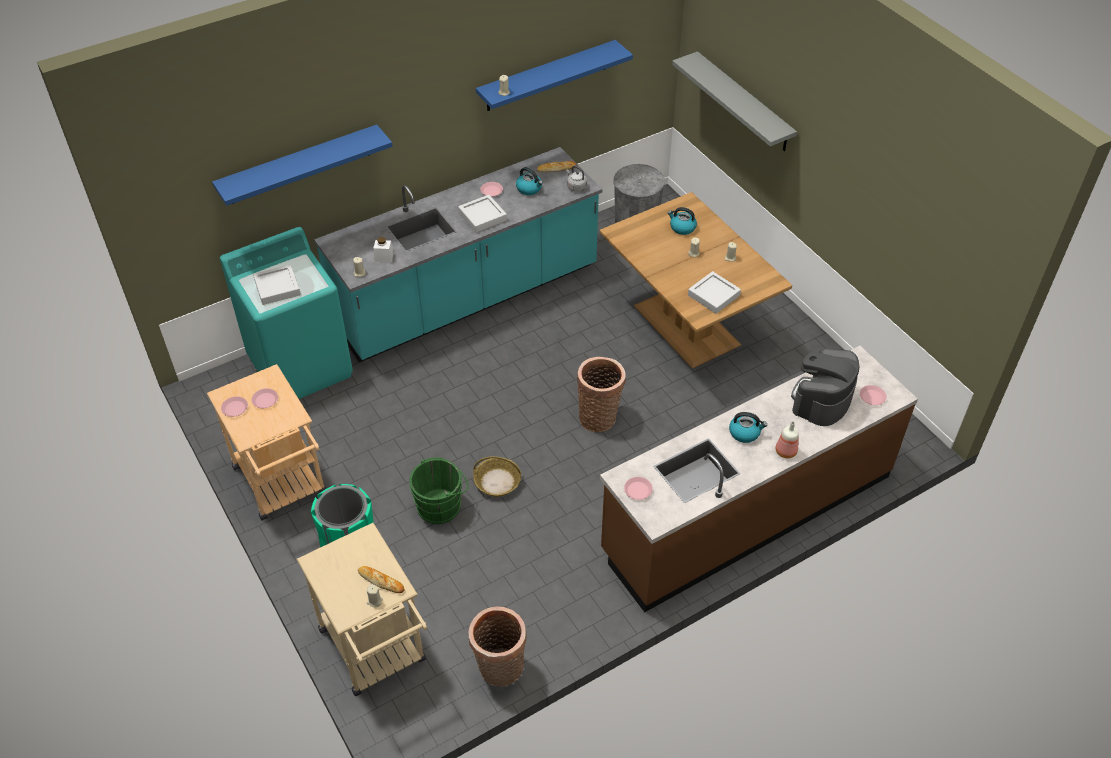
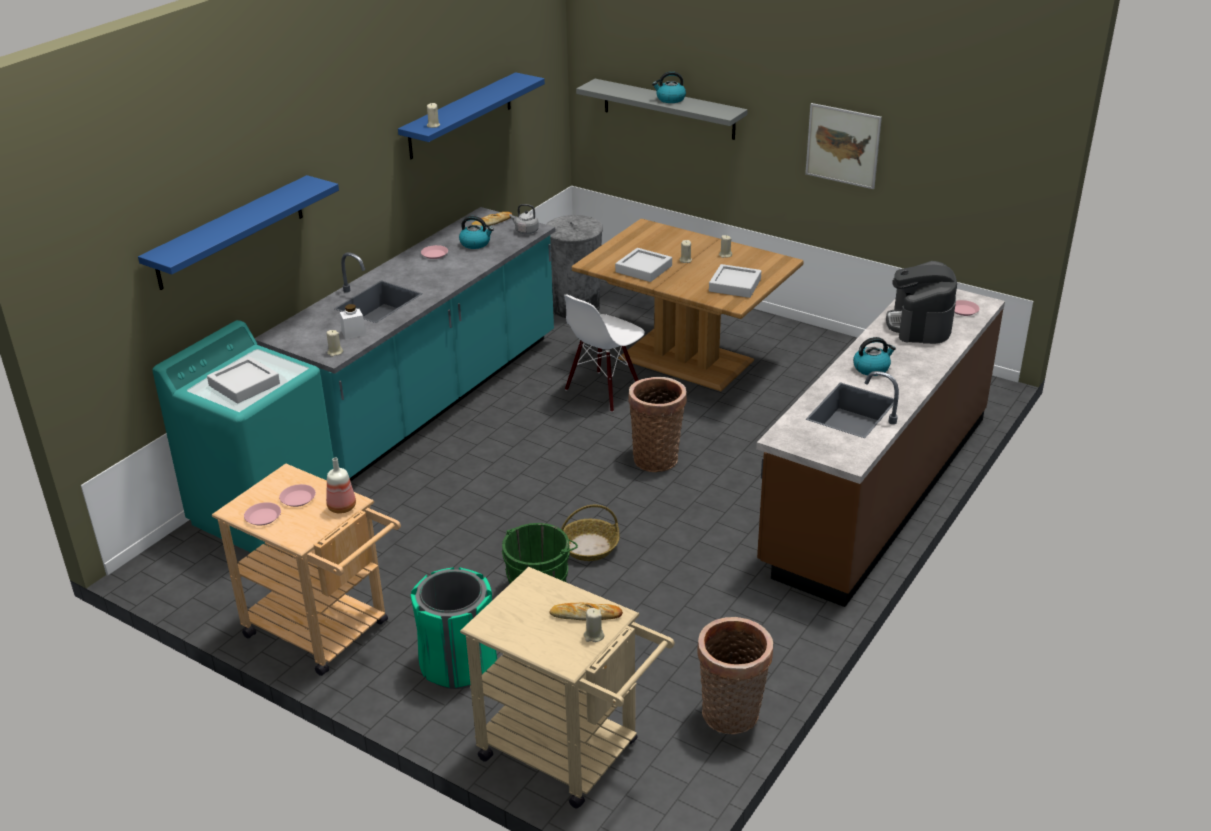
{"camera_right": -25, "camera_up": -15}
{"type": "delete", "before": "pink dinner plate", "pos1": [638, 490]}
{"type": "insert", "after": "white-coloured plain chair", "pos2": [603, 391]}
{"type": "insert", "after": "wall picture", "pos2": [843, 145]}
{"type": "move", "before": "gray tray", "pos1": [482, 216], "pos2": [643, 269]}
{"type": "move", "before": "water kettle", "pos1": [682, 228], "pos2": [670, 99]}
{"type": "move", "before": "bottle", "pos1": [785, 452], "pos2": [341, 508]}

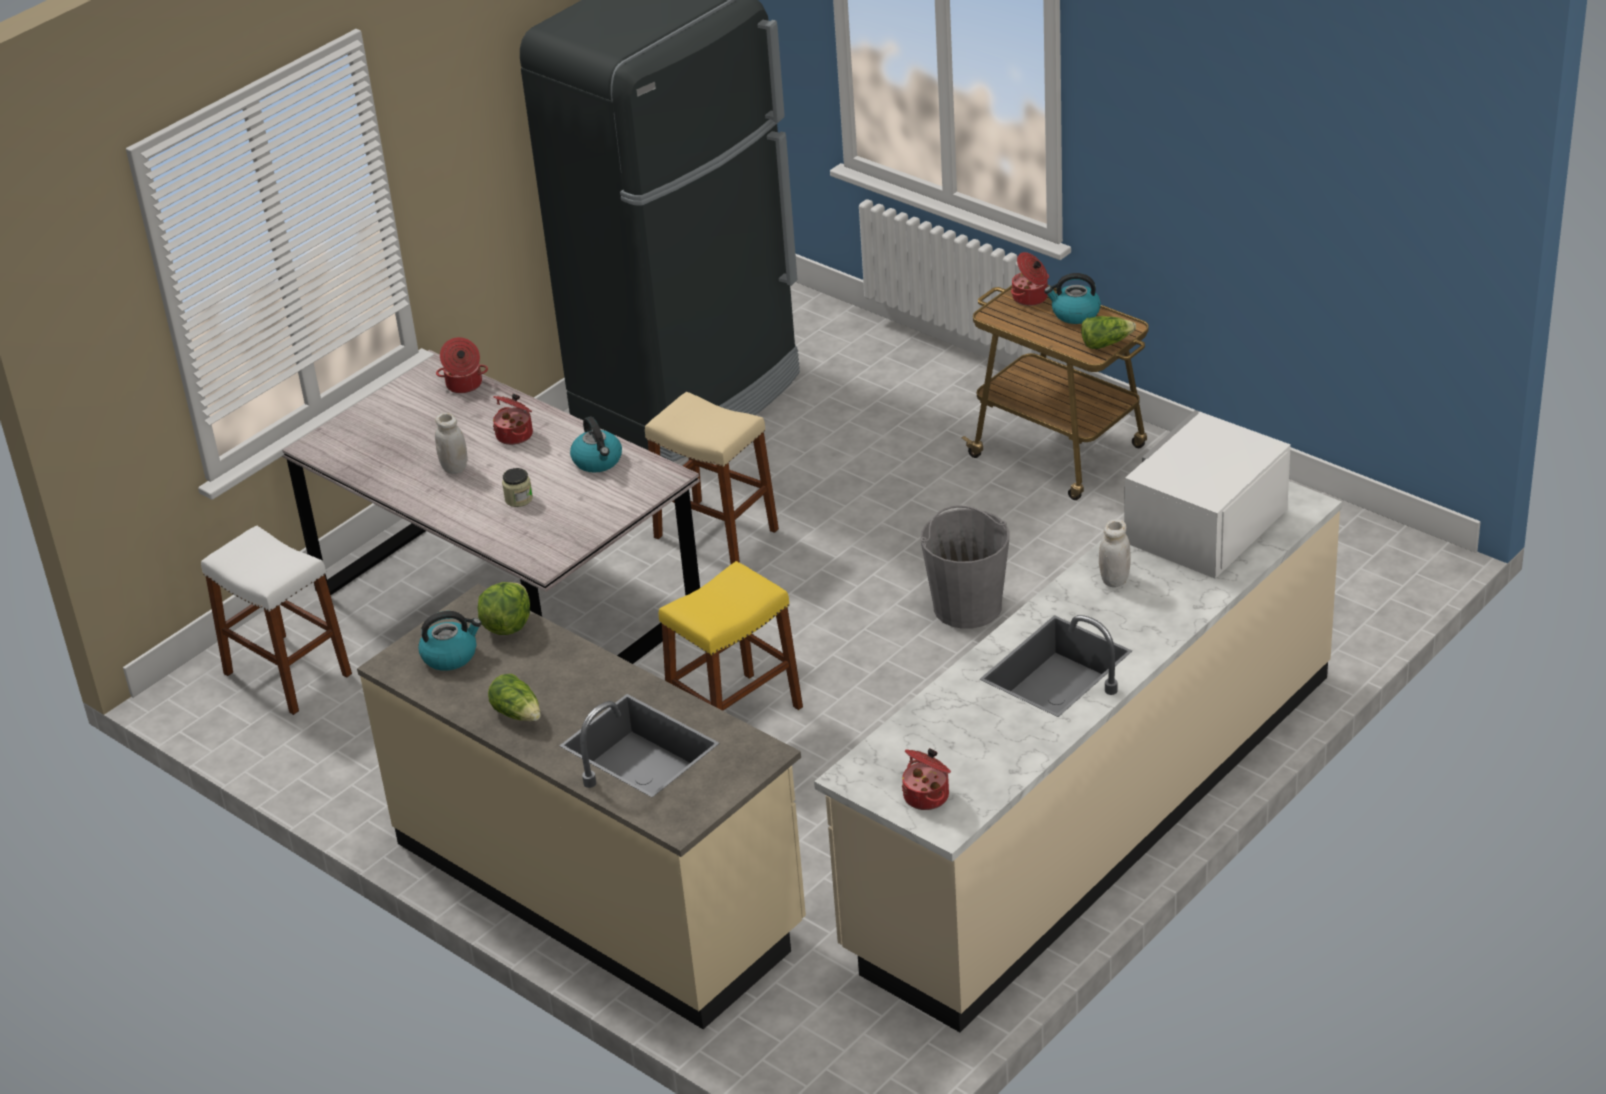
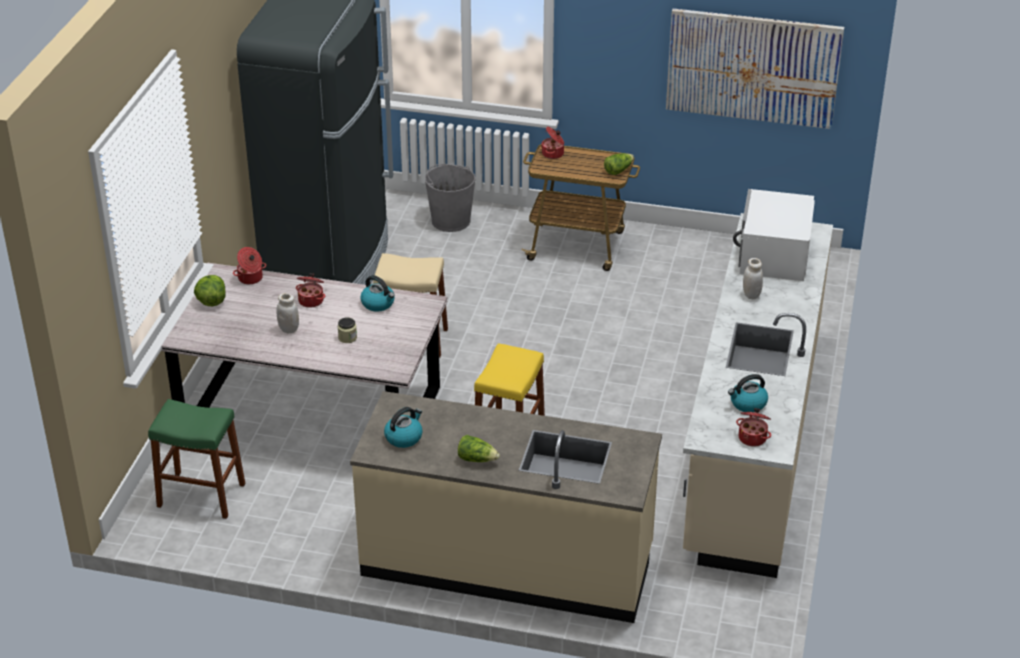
{"camera_right": -30, "camera_up": 0}
{"type": "insert", "after": "wall picture", "pos2": [753, 67]}
{"type": "move", "before": "lettuce", "pos1": [507, 626], "pos2": [211, 301]}
{"type": "move", "before": "gray pail", "pos1": [967, 606], "pos2": [450, 220]}
{"type": "move", "before": "water kettle", "pos1": [1075, 314], "pos2": [747, 404]}
{"type": "recolor", "before": "white-coloured sitting stool", "after": "greenish sitting stool", "pos1": [287, 674], "pos2": [201, 495]}

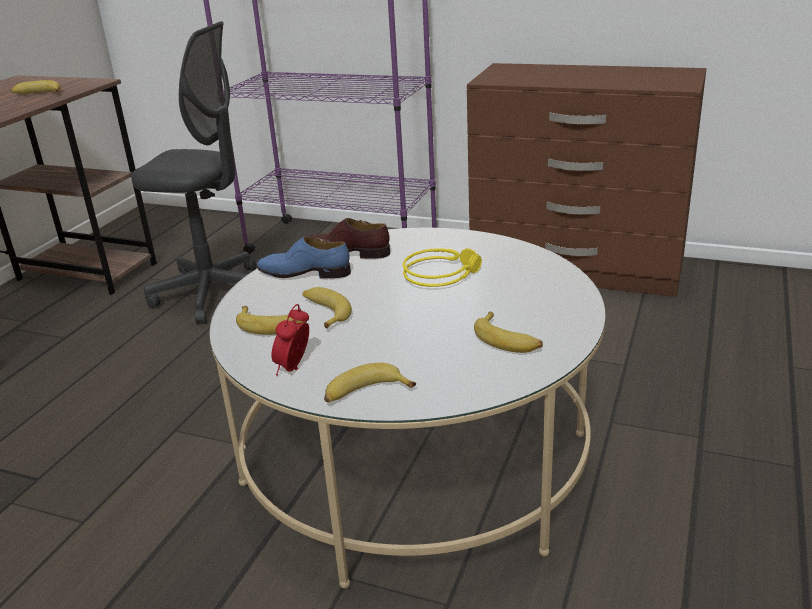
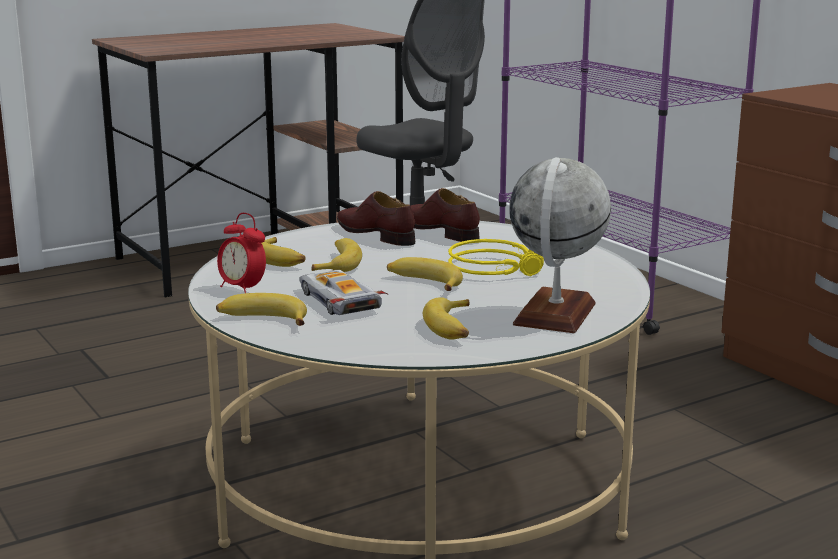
{"camera_right": 35, "camera_up": -10}
{"type": "insert", "after": "miniature car", "pos2": [338, 301]}
{"type": "insert", "after": "desk globe", "pos2": [555, 314]}
{"type": "move", "before": "banana fruit", "pos1": [37, 94], "pos2": [424, 283]}
{"type": "recolor", "before": "blue-coloured shoe", "after": "brown shoe", "pos1": [304, 273], "pos2": [375, 234]}
{"type": "rotate", "before": "bedside clock", "pos1": [294, 368], "pos2": [242, 289], "turn": -105}

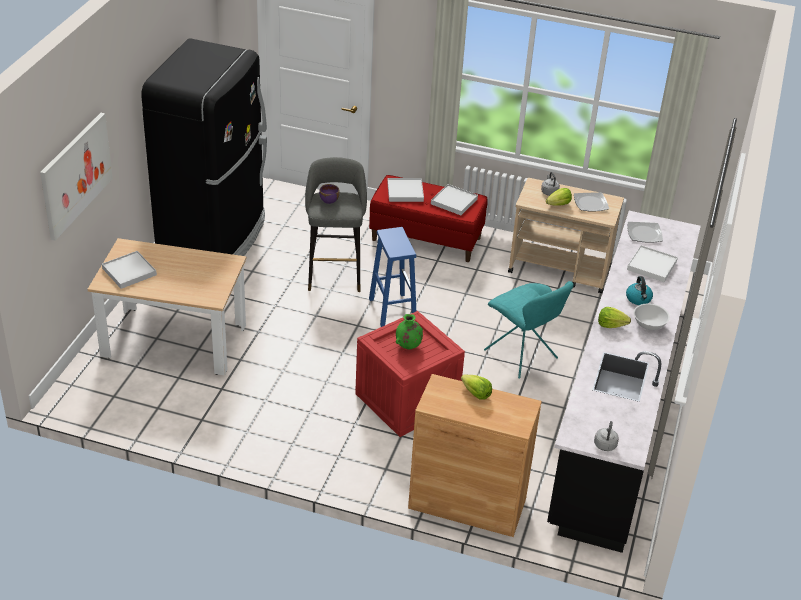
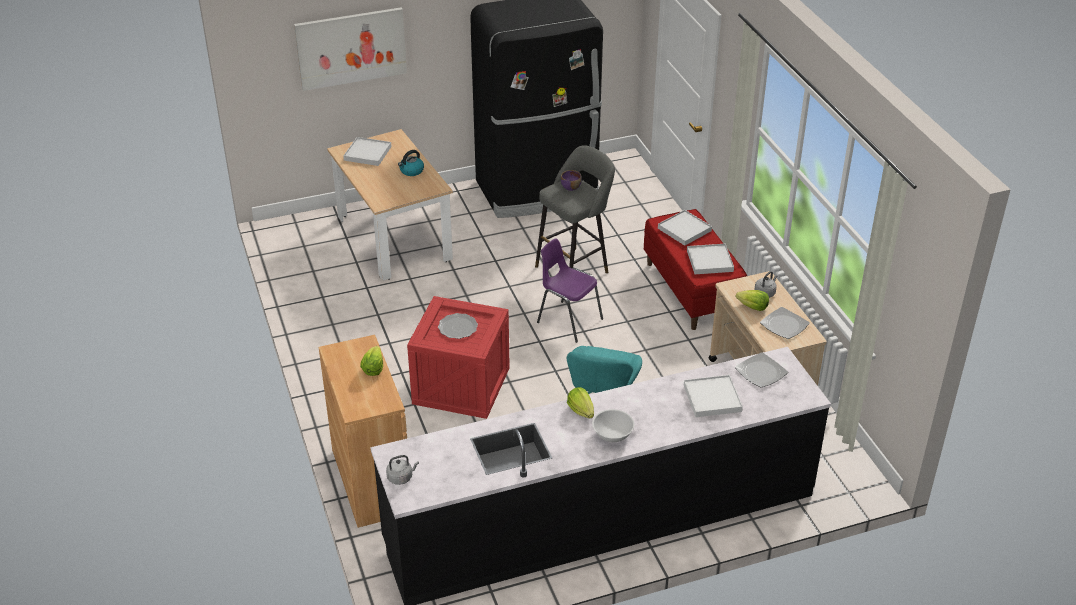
{"camera_right": 55, "camera_up": 0}
{"type": "move", "before": "water kettle", "pos1": [638, 299], "pos2": [411, 171]}
{"type": "replace", "before": "blue-coloured sitting stool", "after": "purple plain chair", "pos1": [392, 309], "pos2": [568, 320]}
{"type": "replace", "before": "greenish vase", "after": "dinner plate", "pos1": [408, 346], "pos2": [457, 328]}

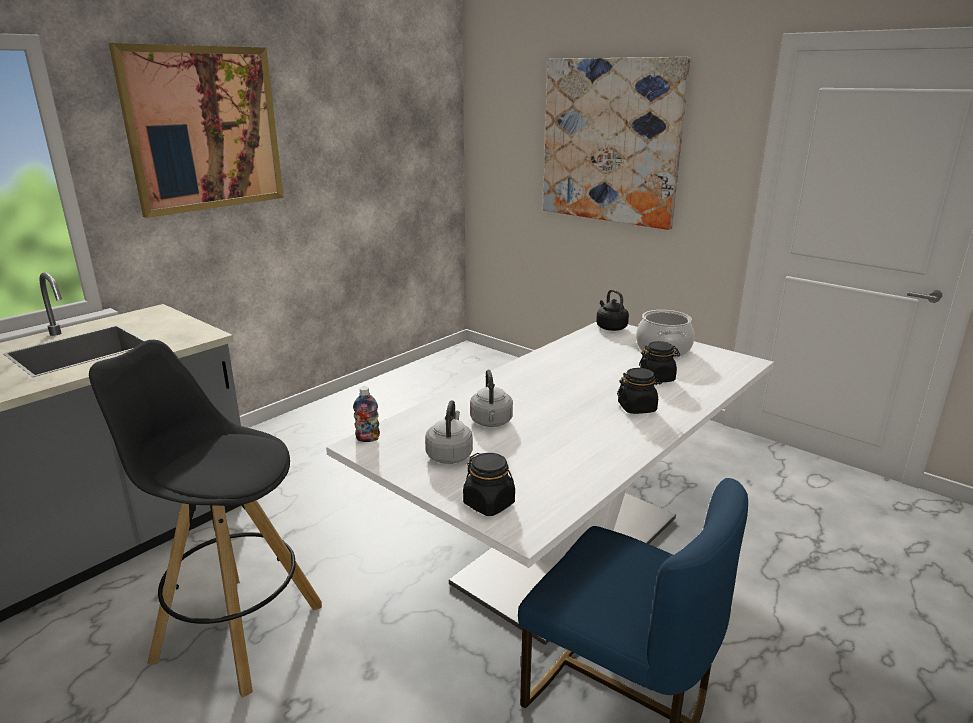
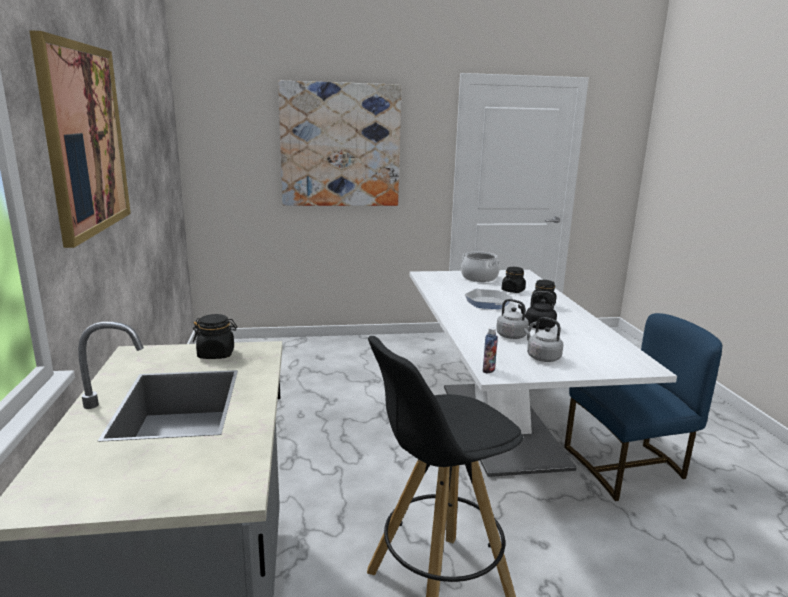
{"camera_right": -50, "camera_up": -5}
{"type": "insert", "after": "frying pan", "pos2": [487, 303]}
{"type": "move", "before": "black-coloured preserve jar", "pos1": [489, 504], "pos2": [216, 354]}
{"type": "move", "before": "black-coloured water kettle", "pos1": [610, 327], "pos2": [538, 326]}

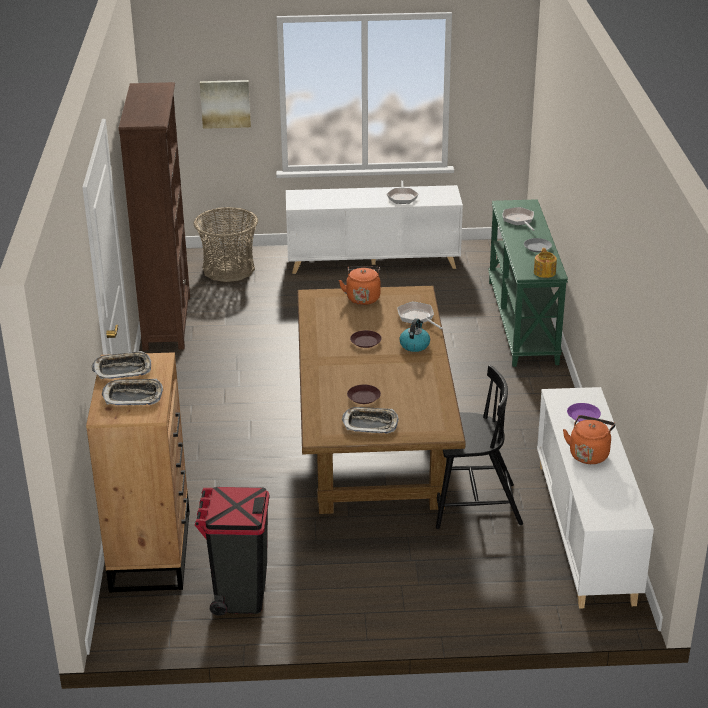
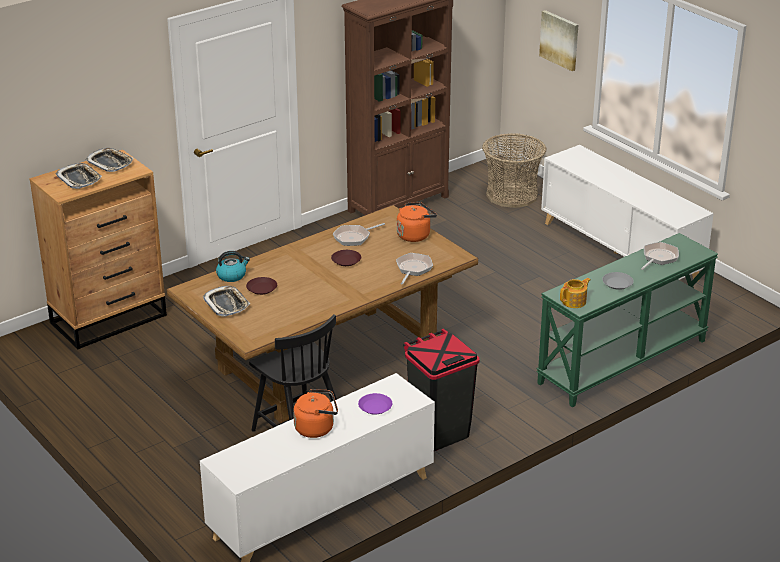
{"camera_right": 55, "camera_up": 0}
{"type": "move", "before": "black-coloured trash can", "pos1": [240, 595], "pos2": [438, 433]}
{"type": "move", "before": "frying pan", "pos1": [402, 197], "pos2": [354, 237]}
{"type": "move", "before": "water kettle", "pos1": [414, 345], "pos2": [232, 275]}

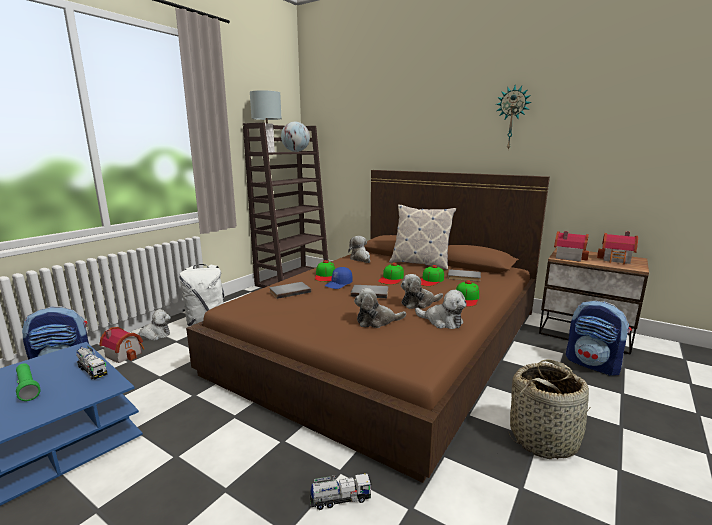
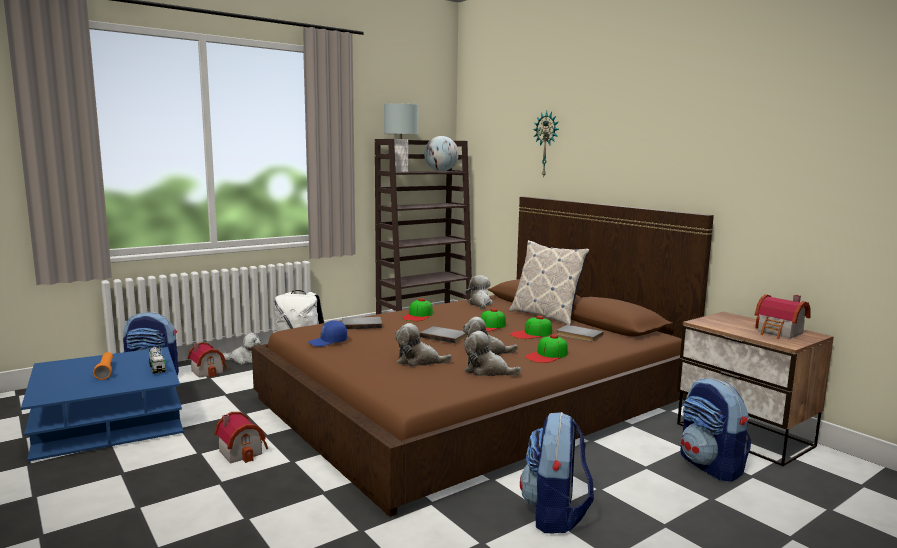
{"camera_right": 20, "camera_up": -5}
{"type": "delete", "before": "toy truck", "pos1": [340, 499]}
{"type": "move", "before": "blue-coloured baseball cap", "pos1": [339, 284], "pos2": [328, 342]}
{"type": "move", "before": "wall clock", "pos1": [512, 118], "pos2": [547, 144]}
{"type": "move", "before": "toy house", "pos1": [568, 257], "pos2": [243, 451]}
{"type": "replace", "before": "storage basket", "after": "knapsack", "pos1": [544, 438], "pos2": [555, 514]}
{"type": "recolor", "before": "greenish hand torch", "after": "orangey hand torch", "pos1": [27, 387], "pos2": [105, 371]}
{"type": "rotate", "before": "plush toy", "pos1": [442, 321], "pos2": [487, 371], "turn": 150}

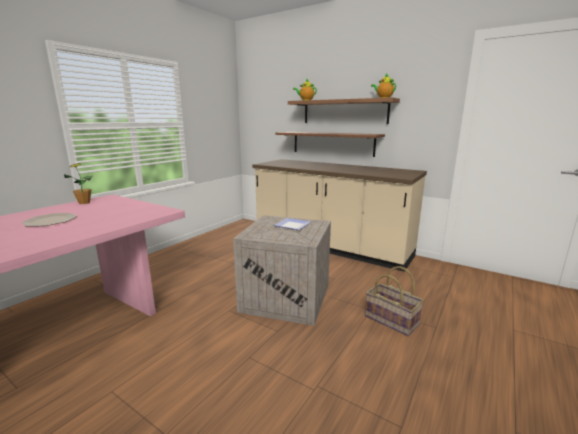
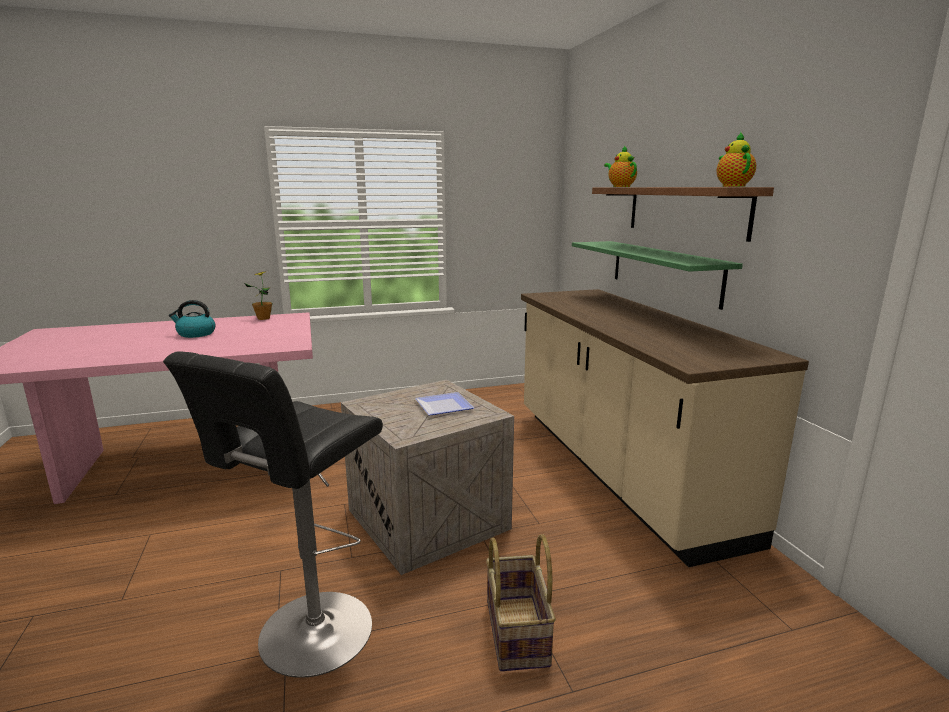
{"camera_right": 40, "camera_up": 0}
{"type": "insert", "after": "black-coloured sitting stool", "pos2": [310, 637]}
{"type": "replace", "before": "dinner plate", "after": "water kettle", "pos1": [51, 221], "pos2": [195, 334]}
{"type": "recolor", "before": "brown wall shelf", "after": "greenish wall shelf", "pos1": [332, 143], "pos2": [663, 271]}

